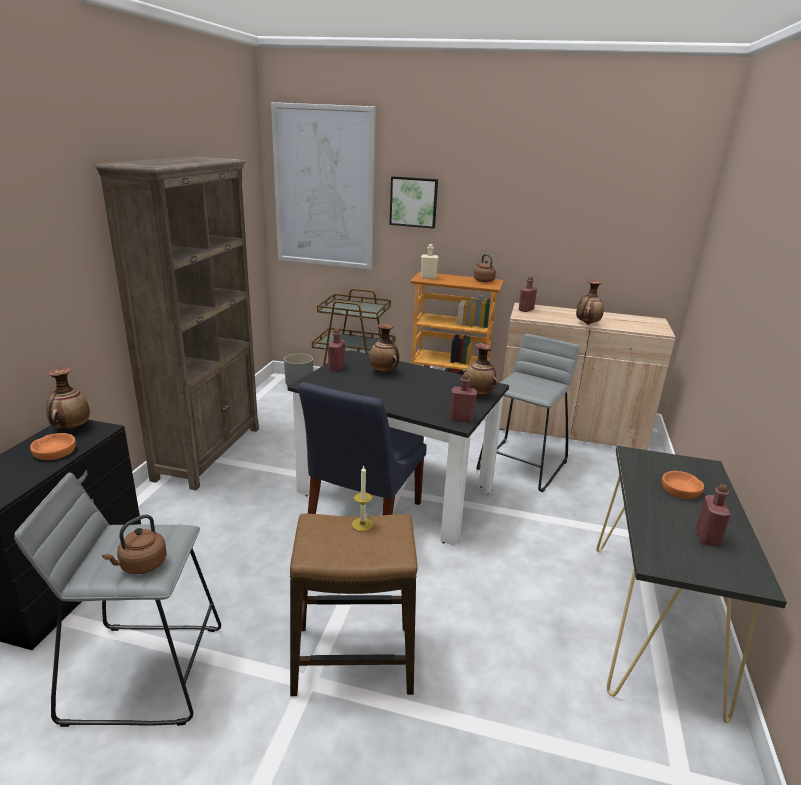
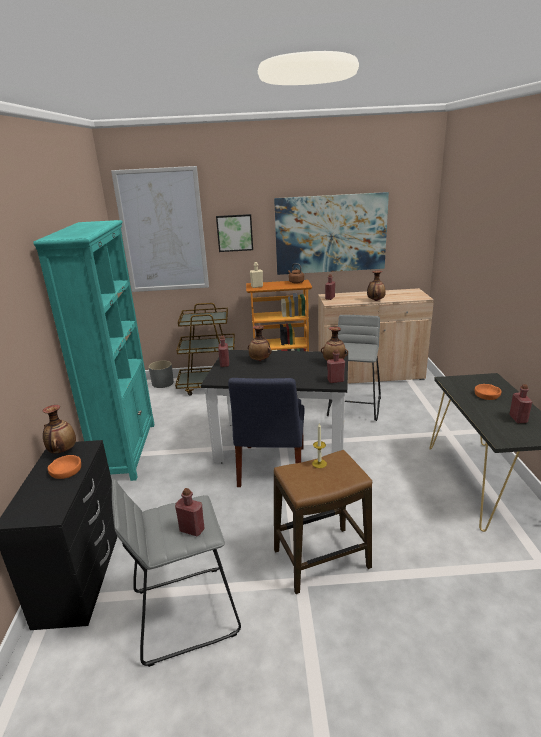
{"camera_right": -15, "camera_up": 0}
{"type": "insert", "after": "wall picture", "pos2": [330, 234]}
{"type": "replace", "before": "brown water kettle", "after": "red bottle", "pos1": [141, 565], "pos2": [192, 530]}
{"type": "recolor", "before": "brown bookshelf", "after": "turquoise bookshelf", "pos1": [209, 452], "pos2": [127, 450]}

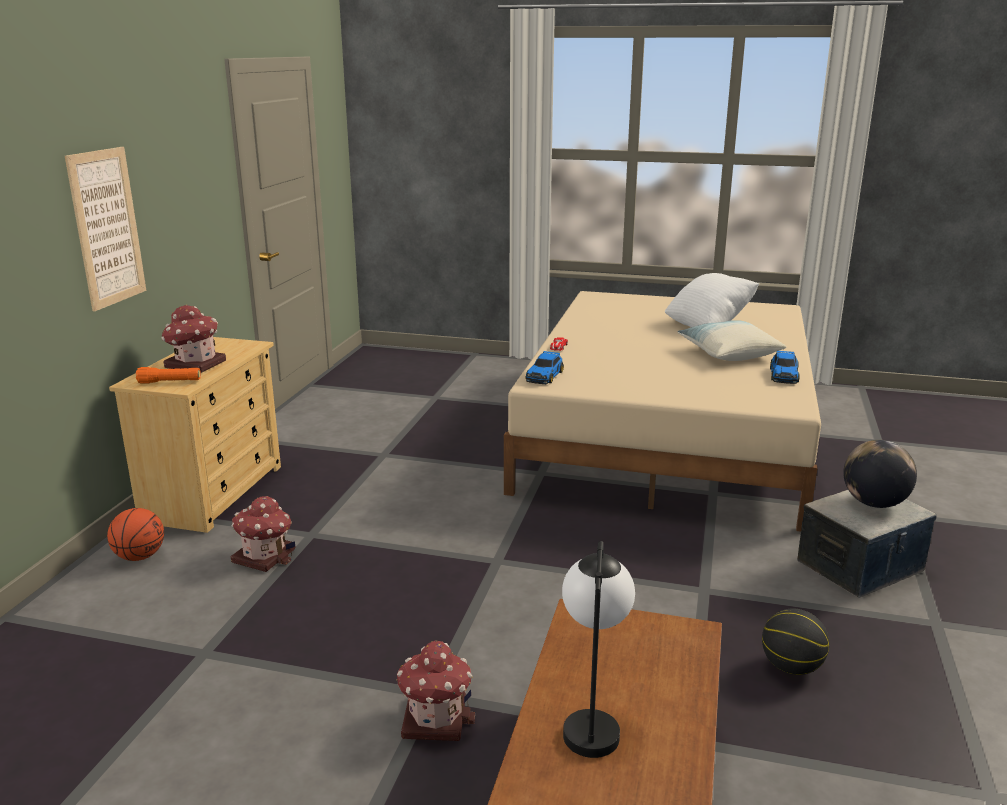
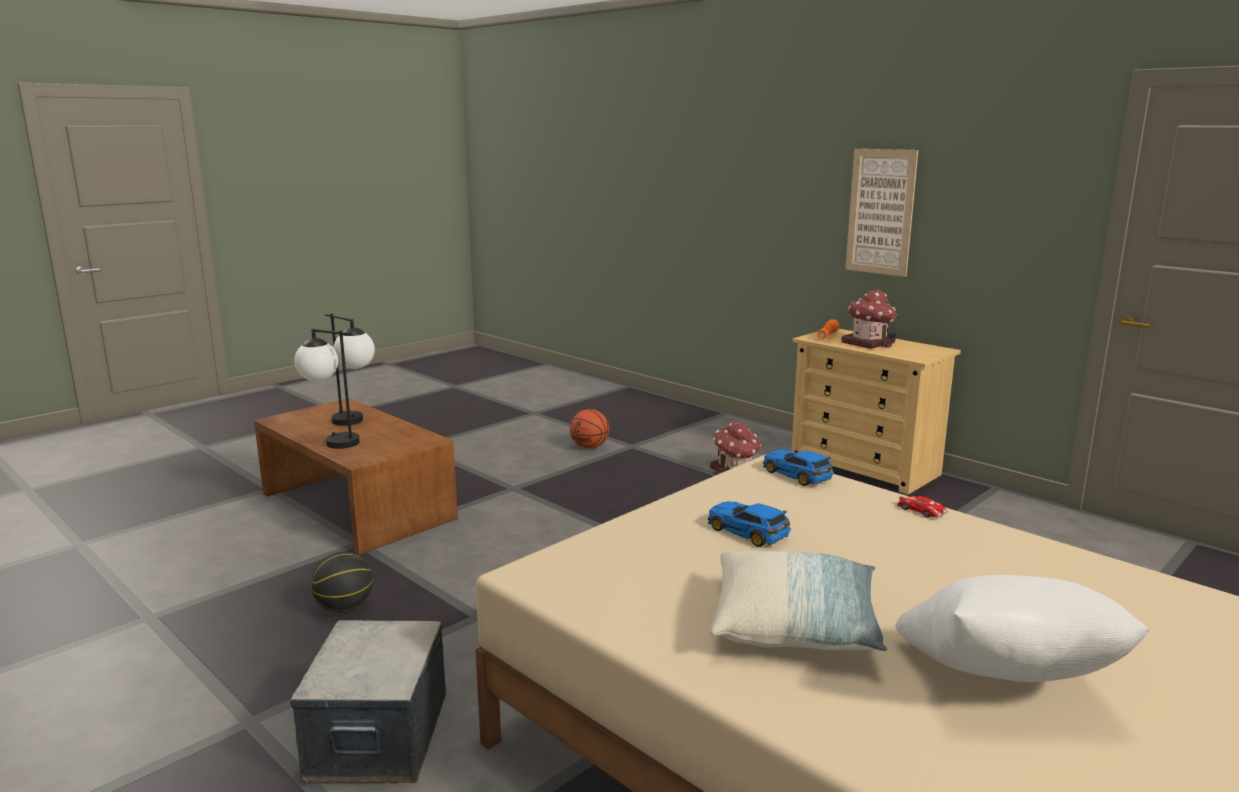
{"camera_right": 120, "camera_up": -5}
{"type": "delete", "before": "toy house", "pos1": [435, 717]}
{"type": "delete", "before": "desk globe", "pos1": [874, 503]}
{"type": "insert", "after": "tabletop lamp", "pos2": [331, 441]}
{"type": "move", "before": "basketball", "pos1": [139, 556], "pos2": [589, 447]}
{"type": "move", "before": "miniature car", "pos1": [784, 375], "pos2": [749, 532]}

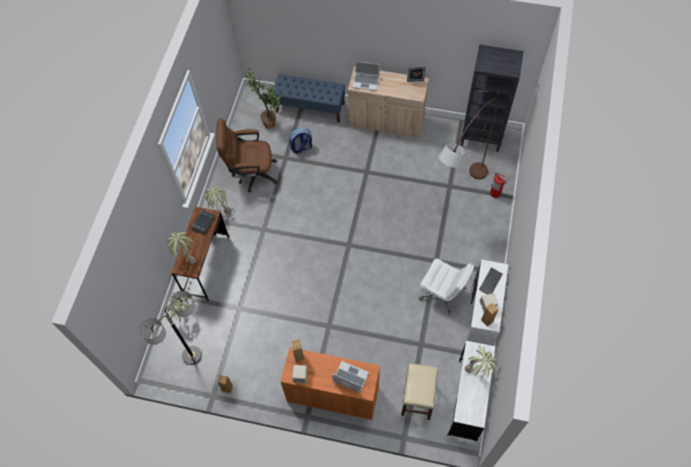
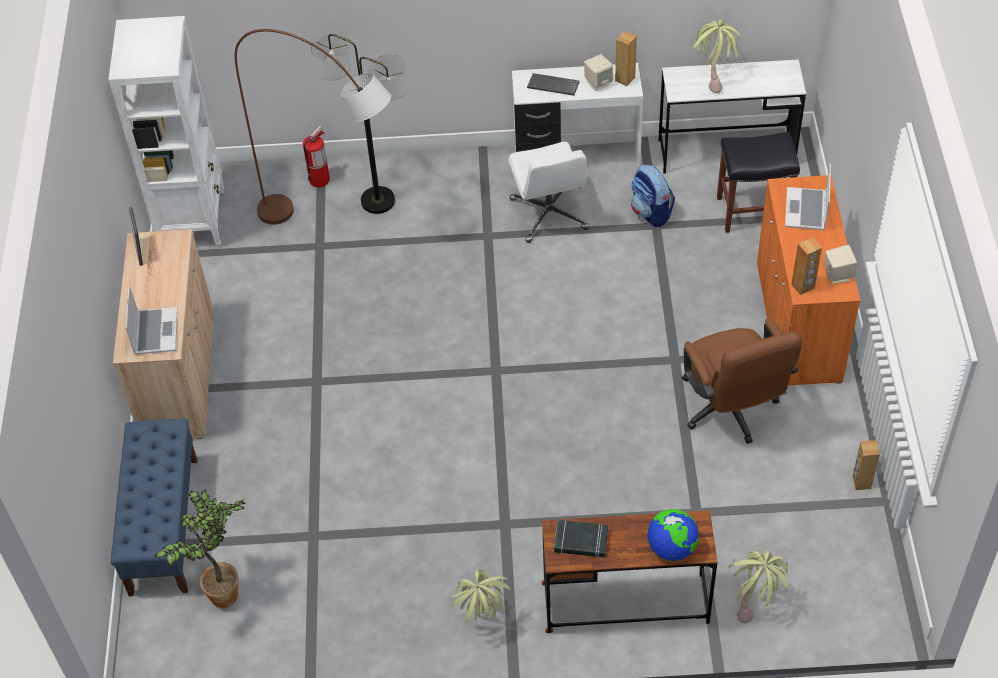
{"camera_right": -105, "camera_up": -10}
{"type": "move", "before": "floor lamp", "pos1": [192, 355], "pos2": [378, 201]}
{"type": "move", "before": "brown desk chair", "pos1": [251, 173], "pos2": [731, 411]}
{"type": "move", "before": "knapsack", "pos1": [301, 148], "pos2": [651, 213]}
{"type": "replace", "before": "houseplant", "after": "desk globe", "pos1": [185, 257], "pos2": [672, 548]}
{"type": "recolor", "before": "beige-coloured sitting stool", "after": "black-coloured sitting stool", "pos1": [417, 398], "pos2": [752, 212]}
{"type": "recolor", "before": "black-coloured bookshelf", "after": "white-coloured bookshelf", "pos1": [481, 137], "pos2": [193, 219]}
{"type": "rotate", "before": "white-coloured desk chair", "pos1": [443, 293], "pos2": [549, 215], "turn": 150}

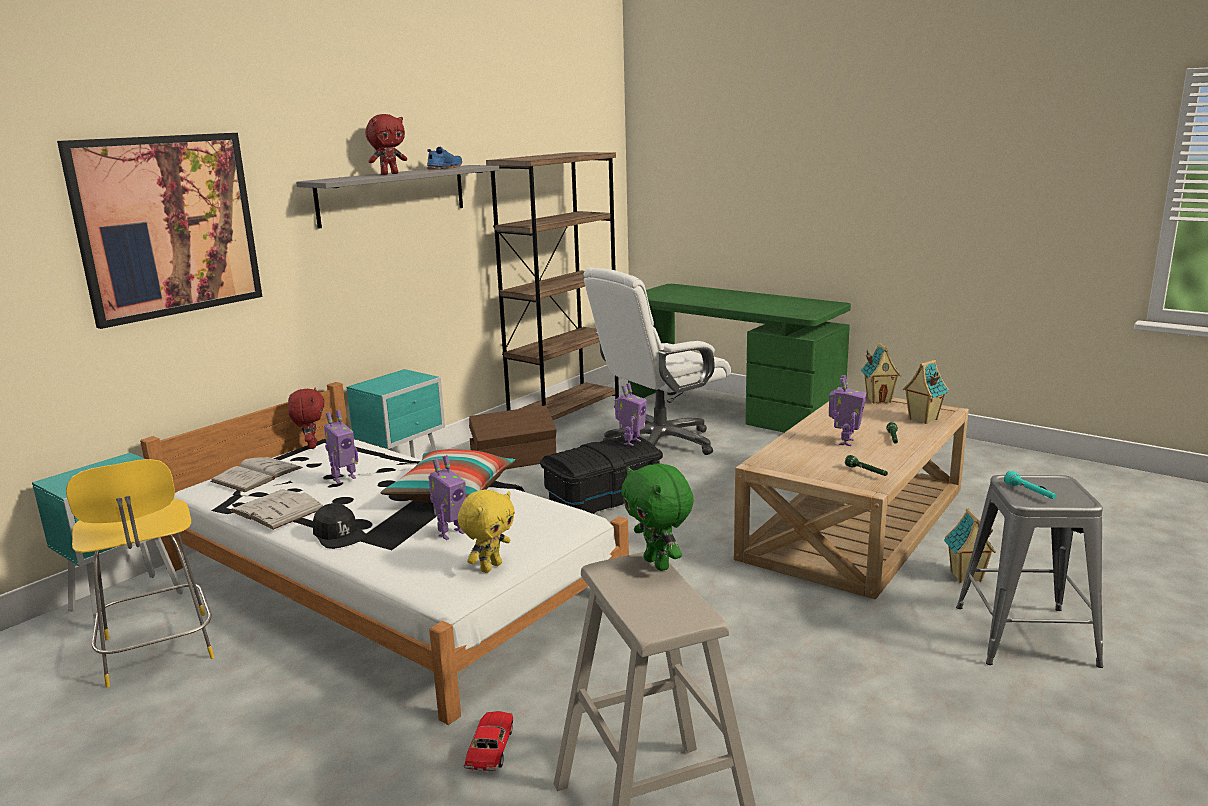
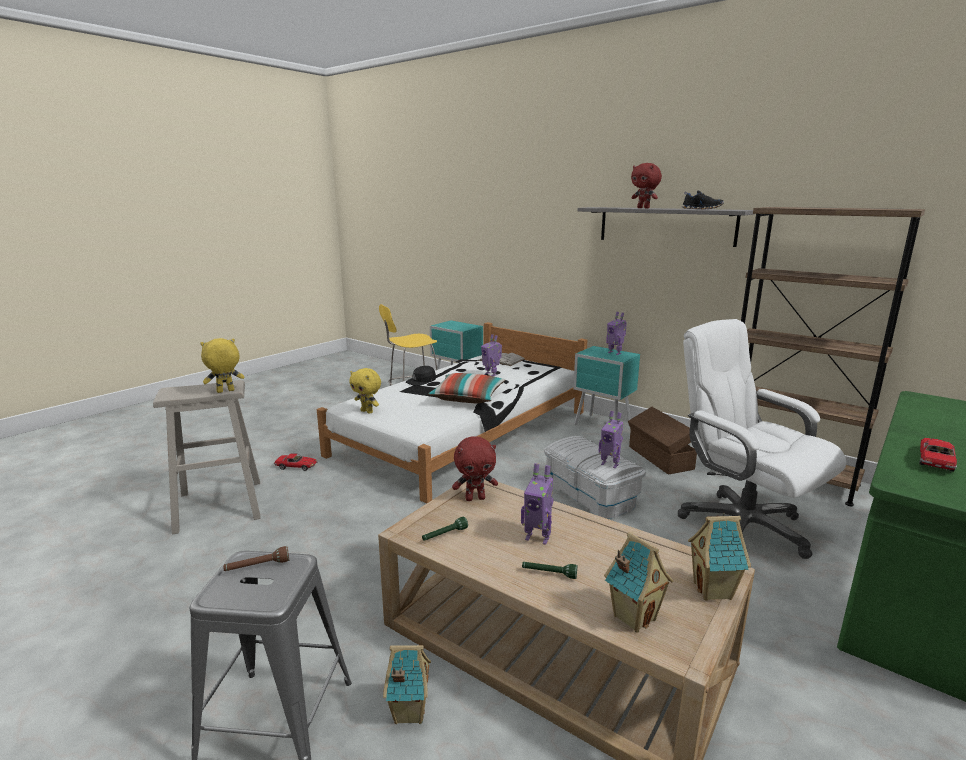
{"camera_right": 90, "camera_up": 0}
{"type": "delete", "before": "wall picture", "pos1": [167, 226]}
{"type": "delete", "before": "white-coloured volume", "pos1": [277, 509]}
{"type": "insert", "after": "miniature car", "pos2": [935, 460]}
{"type": "move", "before": "red plush toy", "pos1": [311, 446], "pos2": [475, 498]}
{"type": "move", "before": "model robot", "pos1": [450, 533], "pos2": [615, 353]}
{"type": "recolor", "before": "blue-coloured shoe", "after": "black-coloured shoe", "pos1": [444, 168], "pos2": [702, 209]}
{"type": "recolor", "before": "black-coloured storage container", "after": "white-coloured storage container", "pos1": [602, 499], "pos2": [591, 495]}
{"type": "recolor", "before": "greenish plush toy", "after": "yellow plush toy", "pos1": [658, 564], "pos2": [225, 391]}
{"type": "recolor", "before": "turquoise hand torch", "after": "brown hand torch", "pos1": [1030, 492], "pos2": [257, 567]}

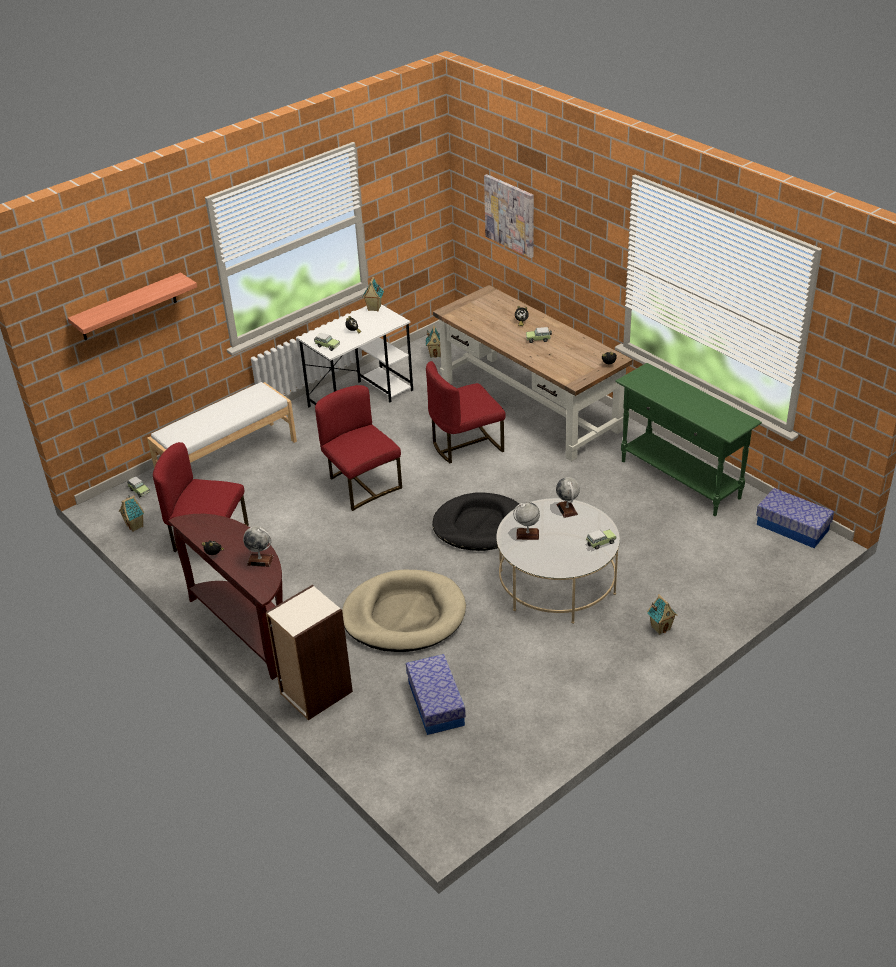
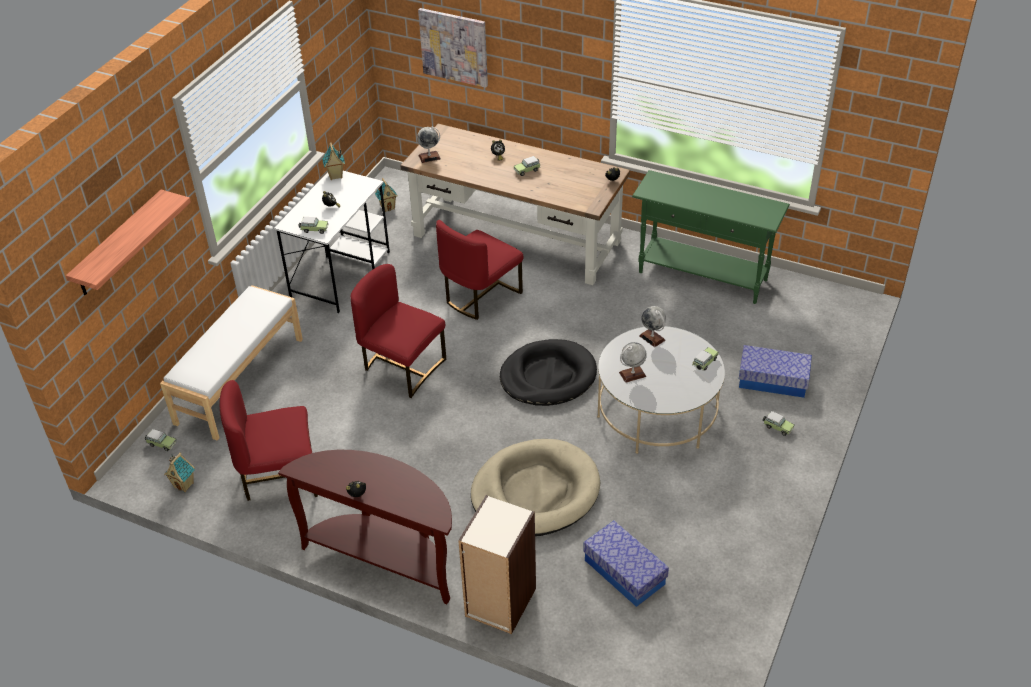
{"camera_right": -25, "camera_up": 5}
{"type": "move", "before": "desk globe", "pos1": [260, 560], "pos2": [429, 157]}
{"type": "move", "before": "storage container", "pos1": [792, 527], "pos2": [773, 380]}
{"type": "replace", "before": "toy house", "after": "miniature car", "pos1": [660, 628], "pos2": [777, 427]}

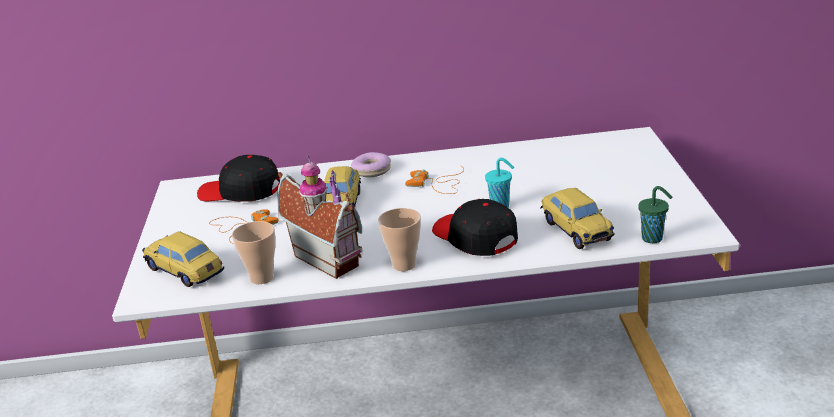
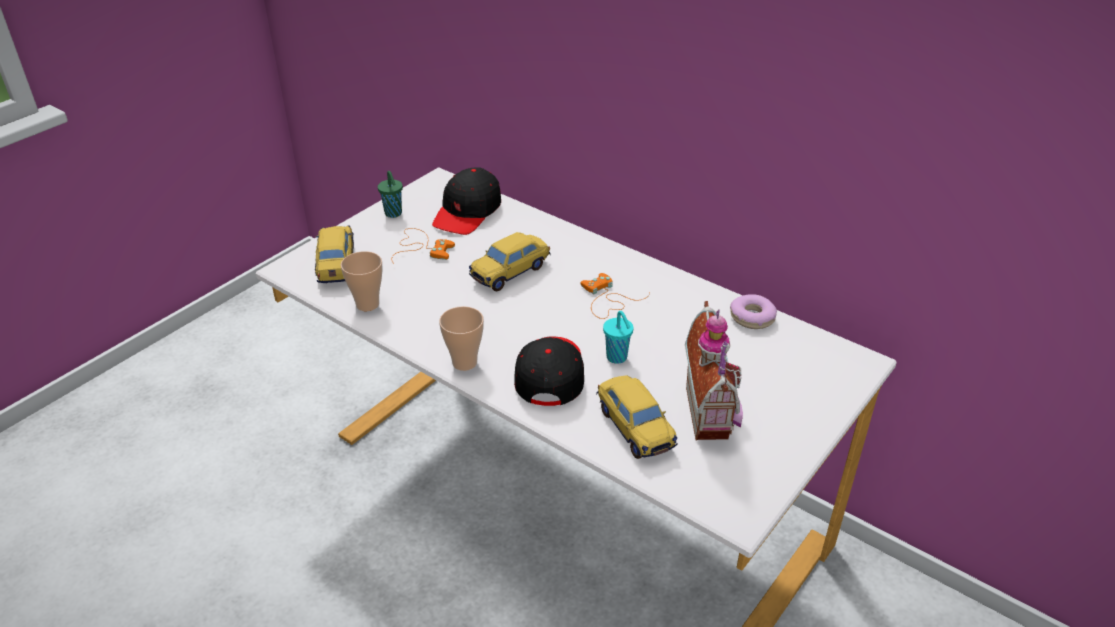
{"camera_right": 40, "camera_up": 10}
{"type": "move", "before": "toy house", "pos1": [330, 258], "pos2": [714, 411]}
{"type": "move", "before": "donut", "pos1": [371, 171], "pos2": [752, 317]}
{"type": "move", "before": "greenish small cup", "pos1": [653, 238], "pos2": [393, 214]}
{"type": "rotate", "before": "black-coloured baseball cap", "pos1": [240, 192], "pos2": [468, 212], "turn": -120}
{"type": "rotate", "before": "miniature car", "pos1": [576, 230], "pos2": [634, 427], "turn": -45}

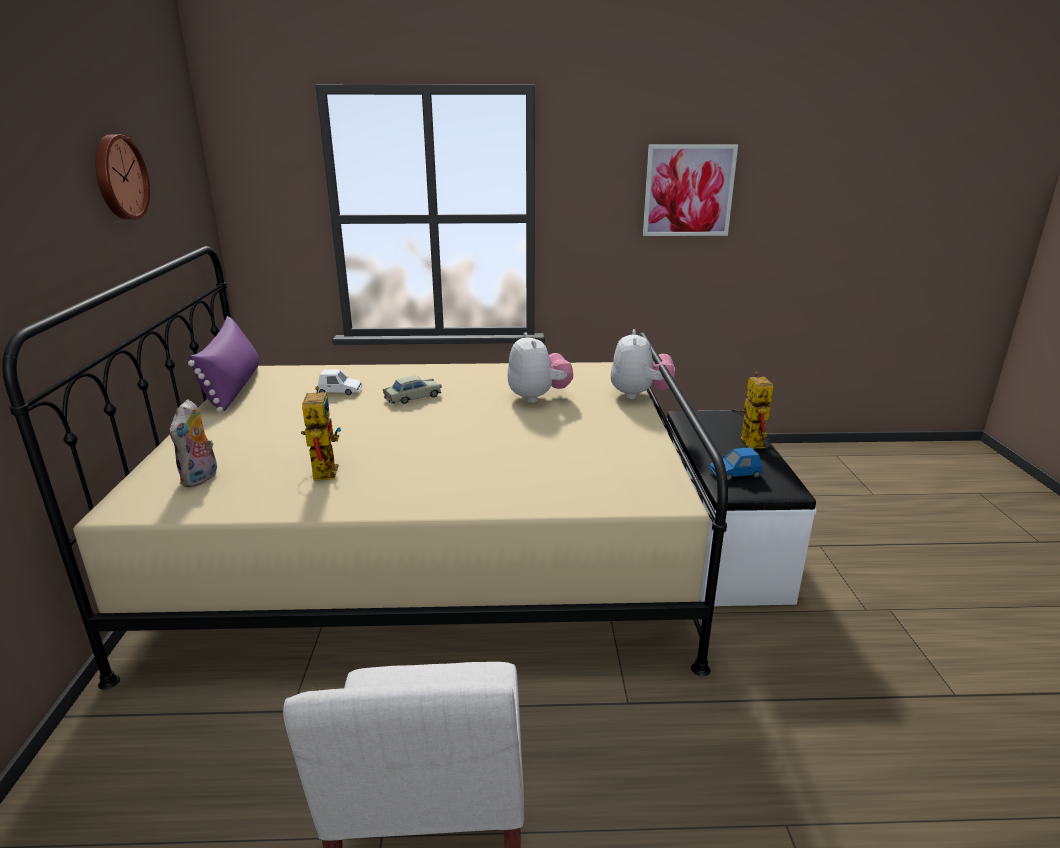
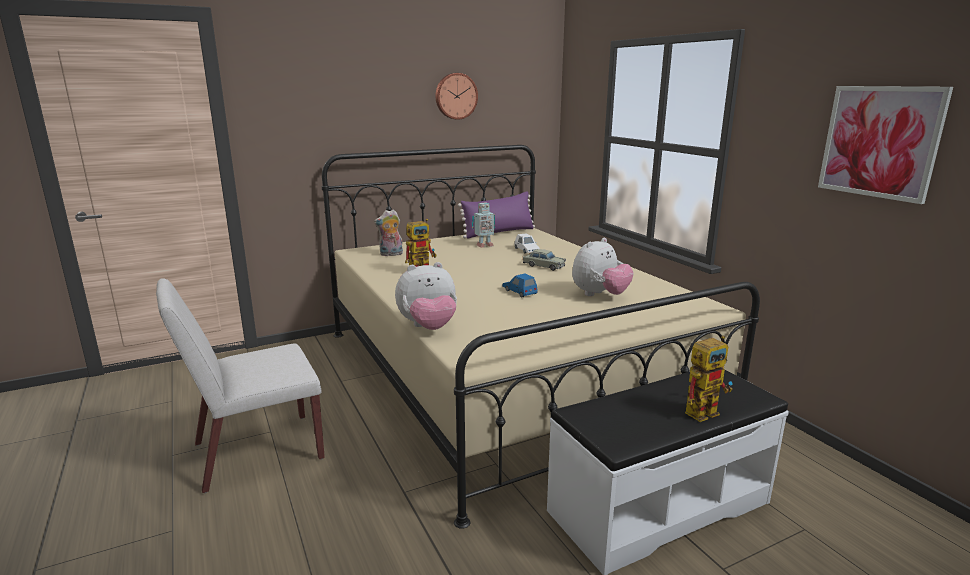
{"camera_right": 65, "camera_up": -5}
{"type": "insert", "after": "model robot", "pos2": [483, 245]}
{"type": "move", "before": "plush toy", "pos1": [639, 395], "pos2": [428, 327]}
{"type": "move", "before": "blue-coloured miniature car", "pos1": [735, 474], "pos2": [519, 292]}

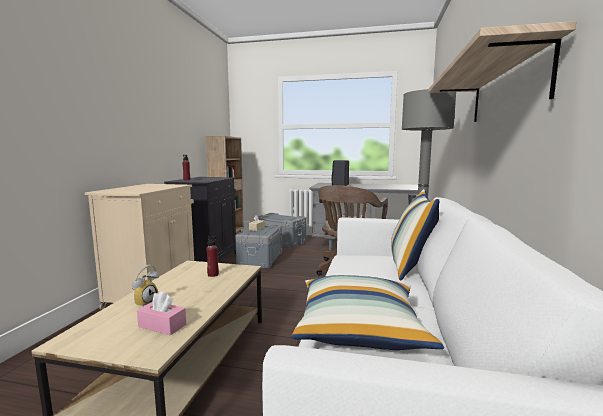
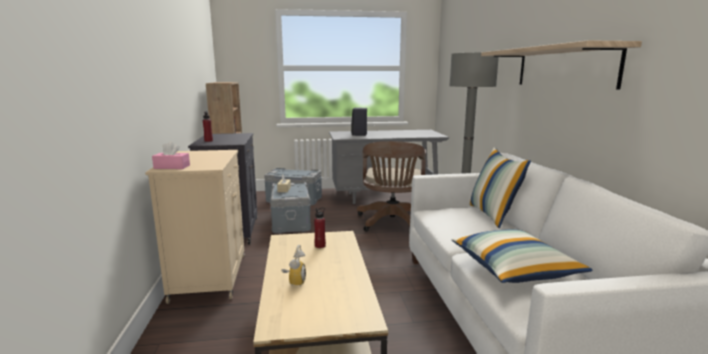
{"camera_right": -20, "camera_up": 5}
{"type": "move", "before": "pink tissue box", "pos1": [162, 325], "pos2": [172, 167]}

